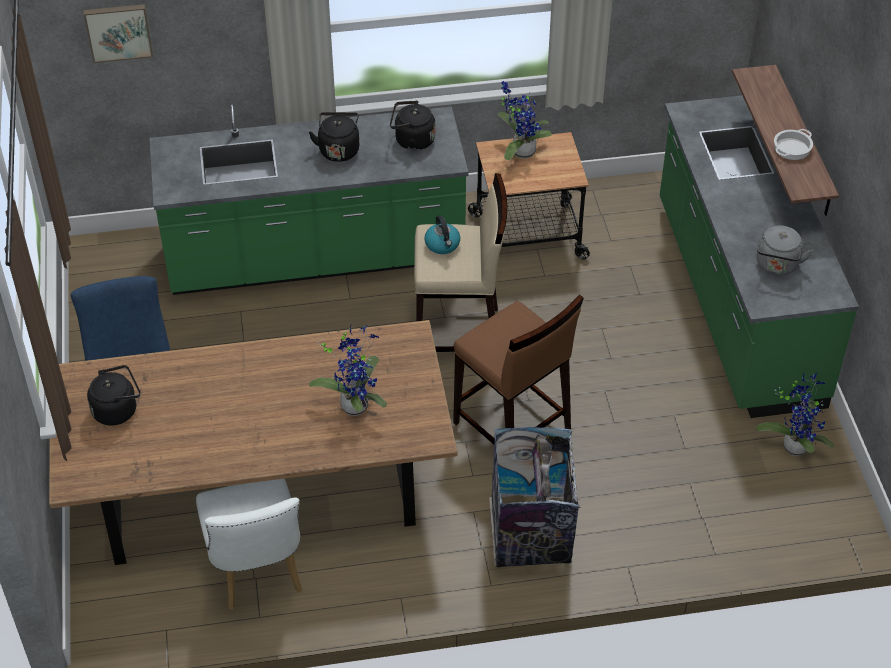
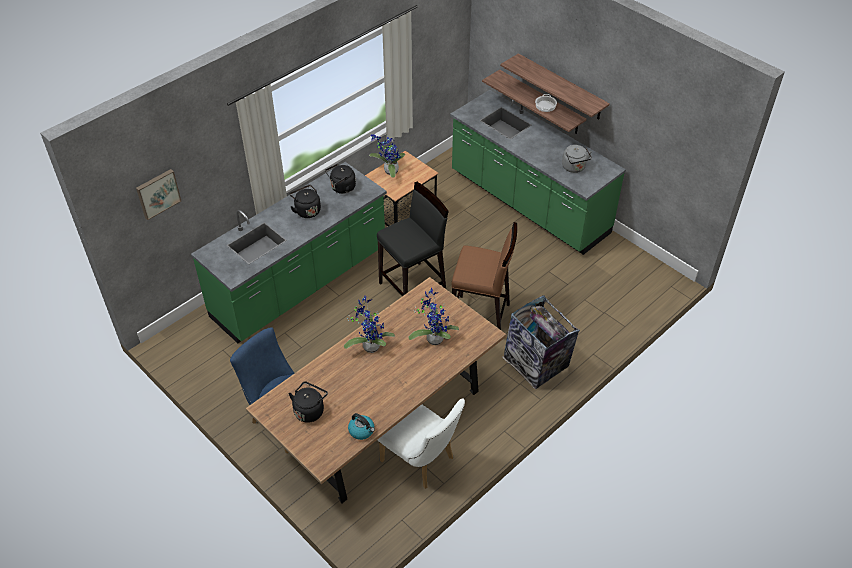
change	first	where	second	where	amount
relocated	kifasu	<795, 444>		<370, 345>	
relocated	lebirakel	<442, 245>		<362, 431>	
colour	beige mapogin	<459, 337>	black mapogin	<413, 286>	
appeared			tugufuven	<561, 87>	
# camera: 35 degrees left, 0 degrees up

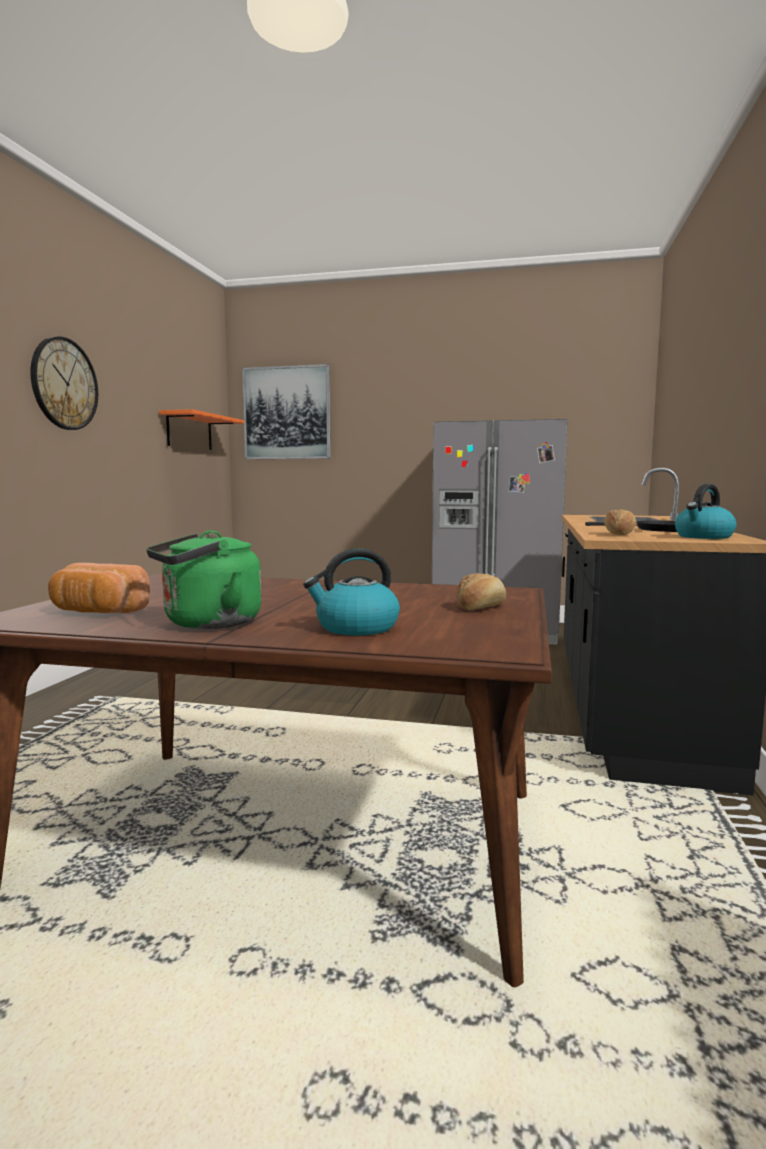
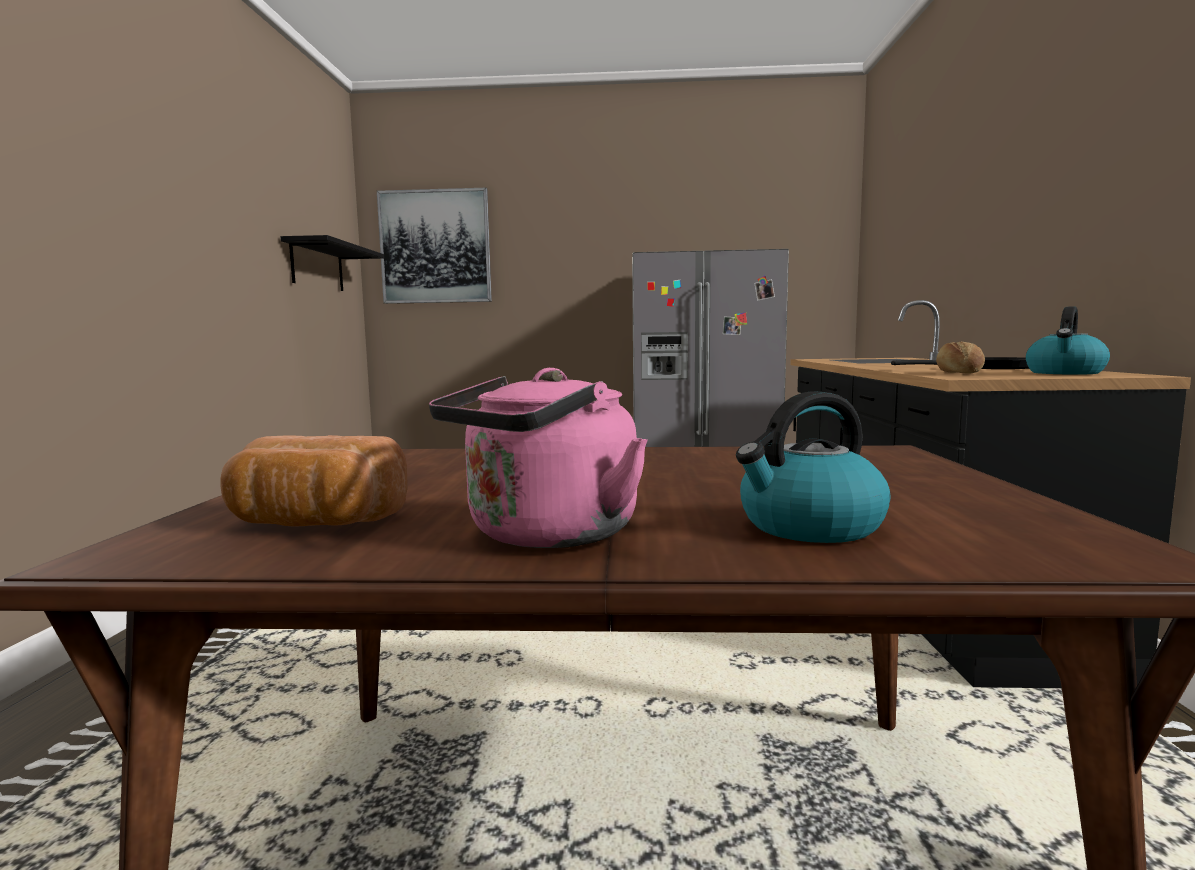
change	first	where	second	where	amount
colour	orange tugufuven	<189, 432>	black tugufuven	<317, 267>	
colour	green lebirakel	<207, 624>	pink lebirakel	<545, 535>	
missing	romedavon	<64, 384>			
missing	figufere	<480, 607>			
# camera: 10 degrees left, 0 degrees up

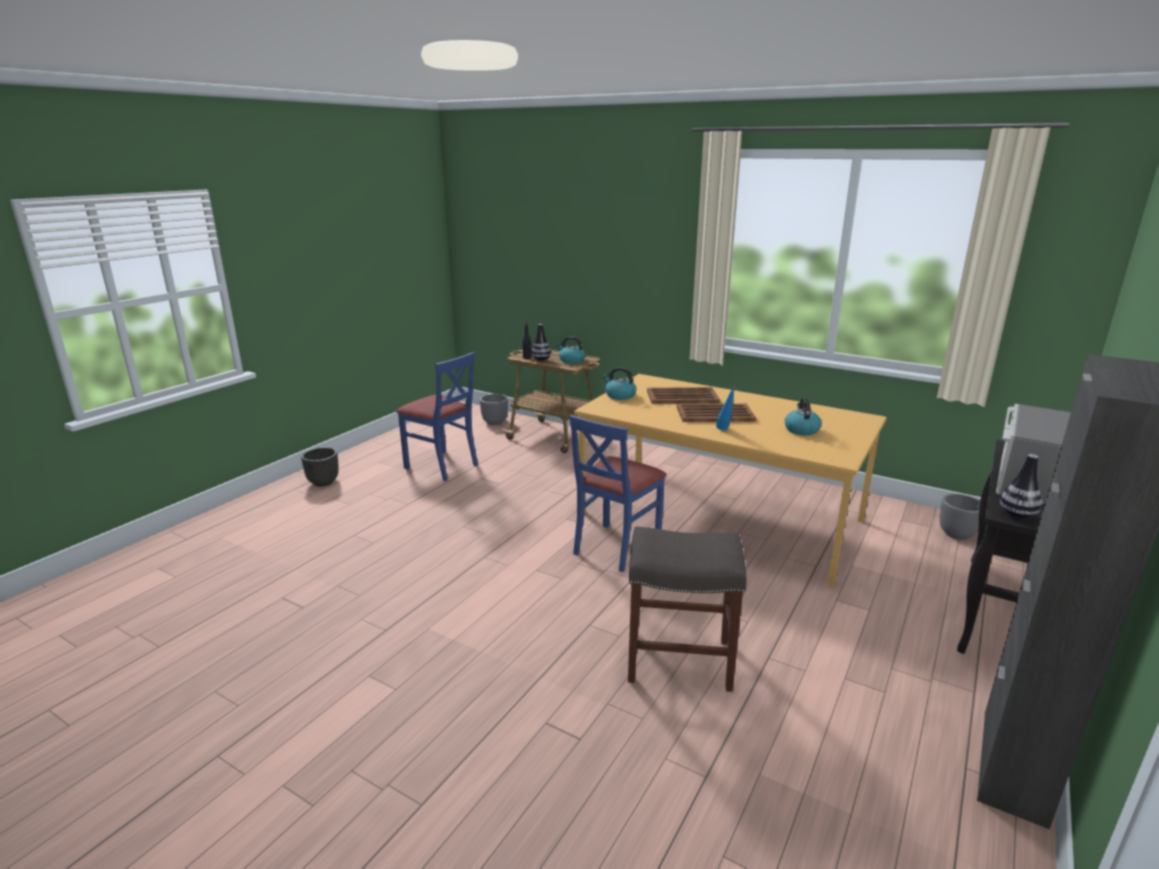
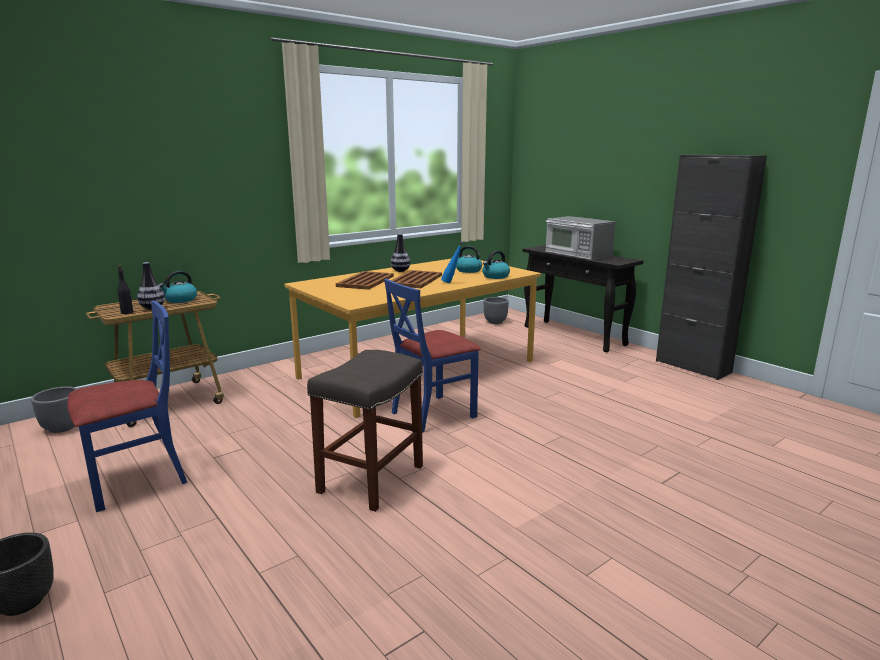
change	first	where	second	where	amount
relocated	grey mapogin	<681, 660>		<371, 478>	
spun	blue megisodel	<615, 547>		<432, 413>	90 degrees clockwise
relocated	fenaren	<1017, 515>		<400, 271>	
relocated	lebirakel	<619, 395>		<495, 276>	
# camera: 70 degrees left, 5 degrees down

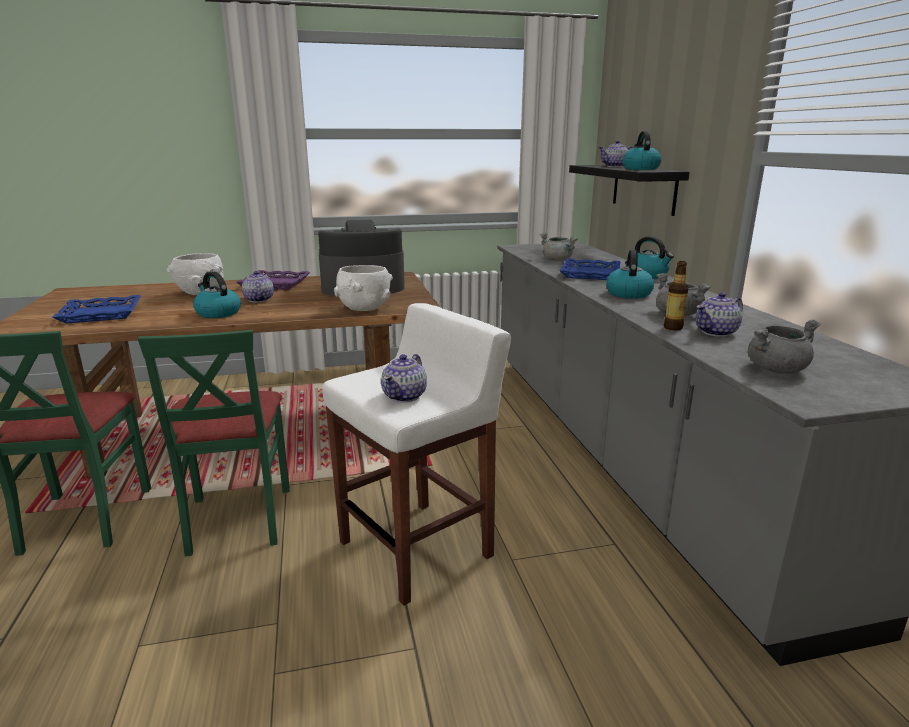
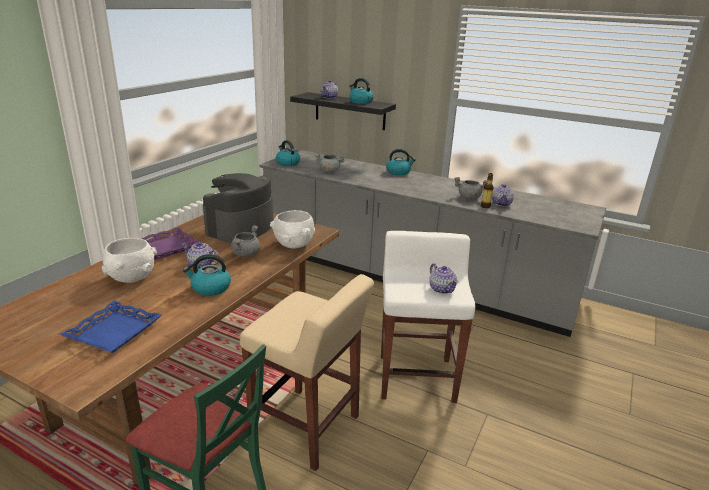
change	first	where	second	where	amount
relocated	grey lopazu	<776, 369>		<246, 254>	
exchanged	green megisodel	<237, 519>	beige mapogin	<307, 428>	
relocated	lebirakel	<628, 293>		<287, 163>	
missing	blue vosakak	<591, 274>			
# camera: 50 degrees left, 5 degrees up

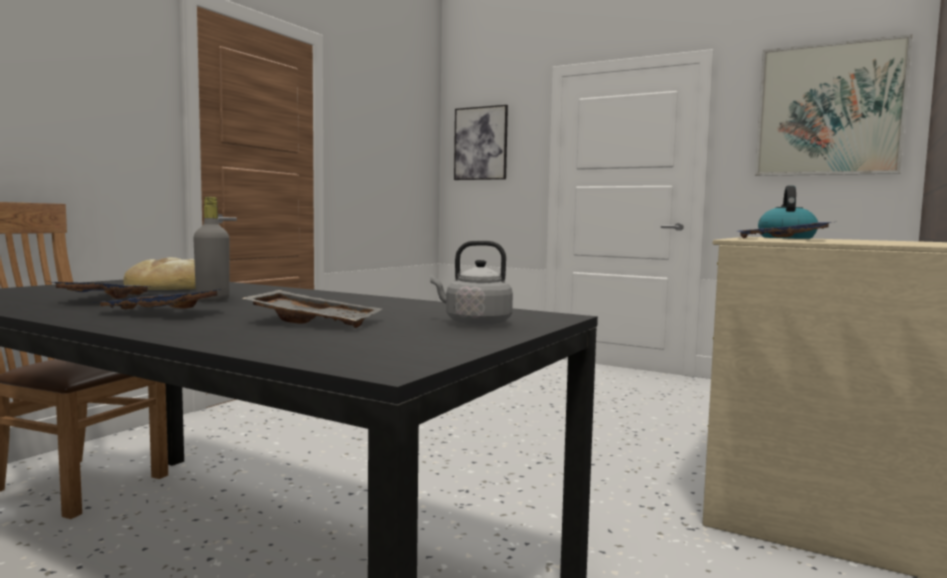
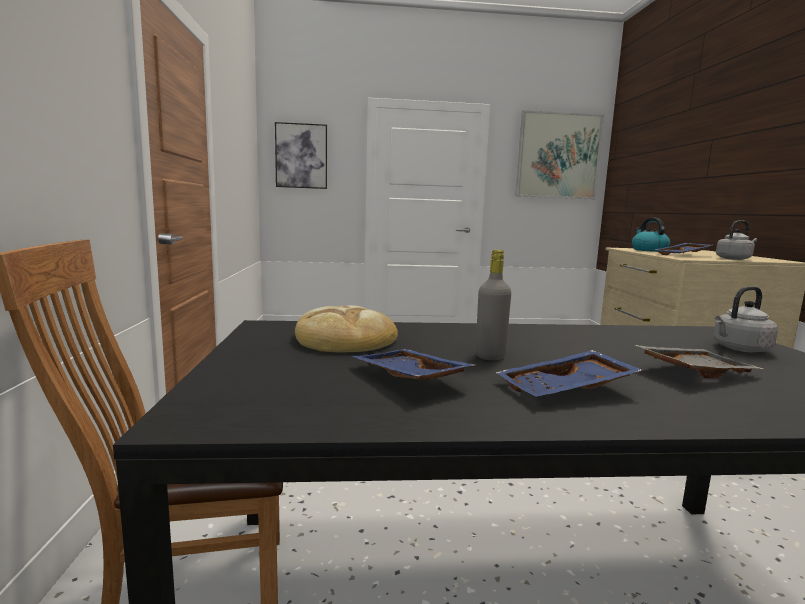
change	first	where	second	where	amount
appeared			grey lebirakel	<734, 259>	
# camera: 35 degrees left, 5 degrees up

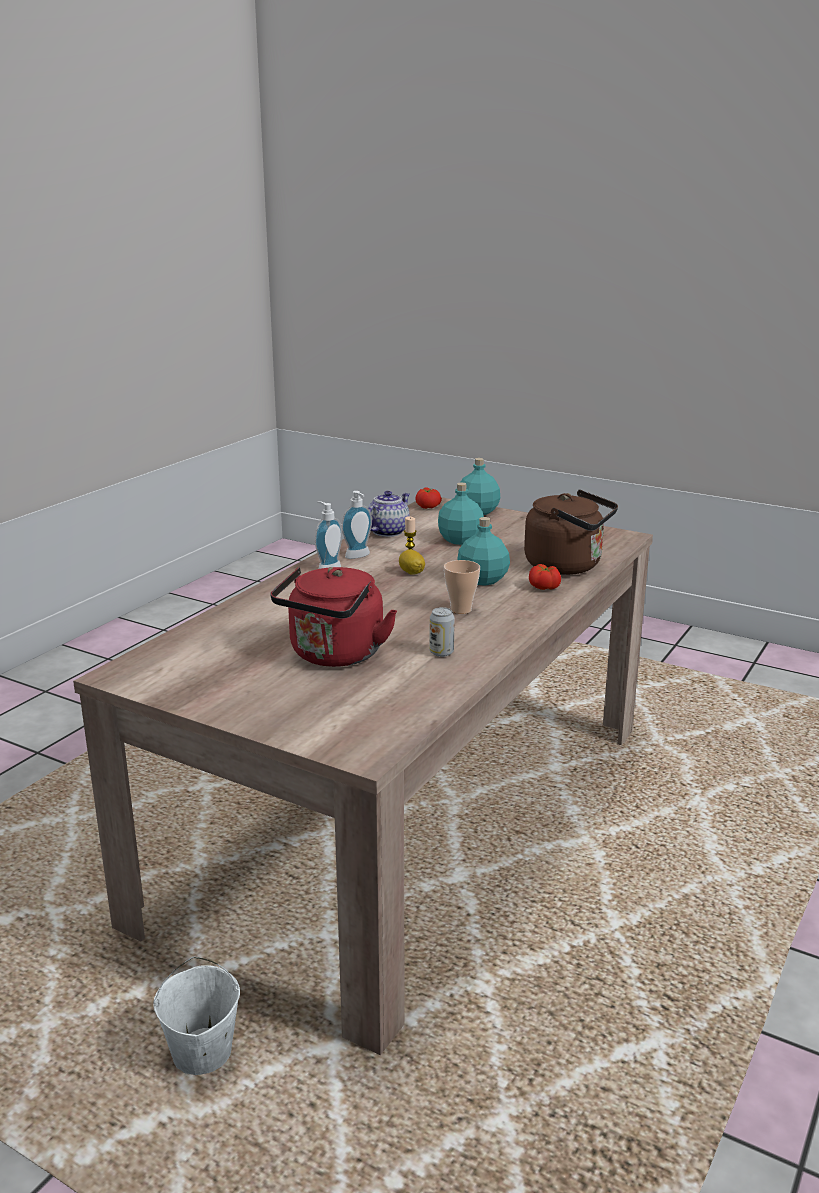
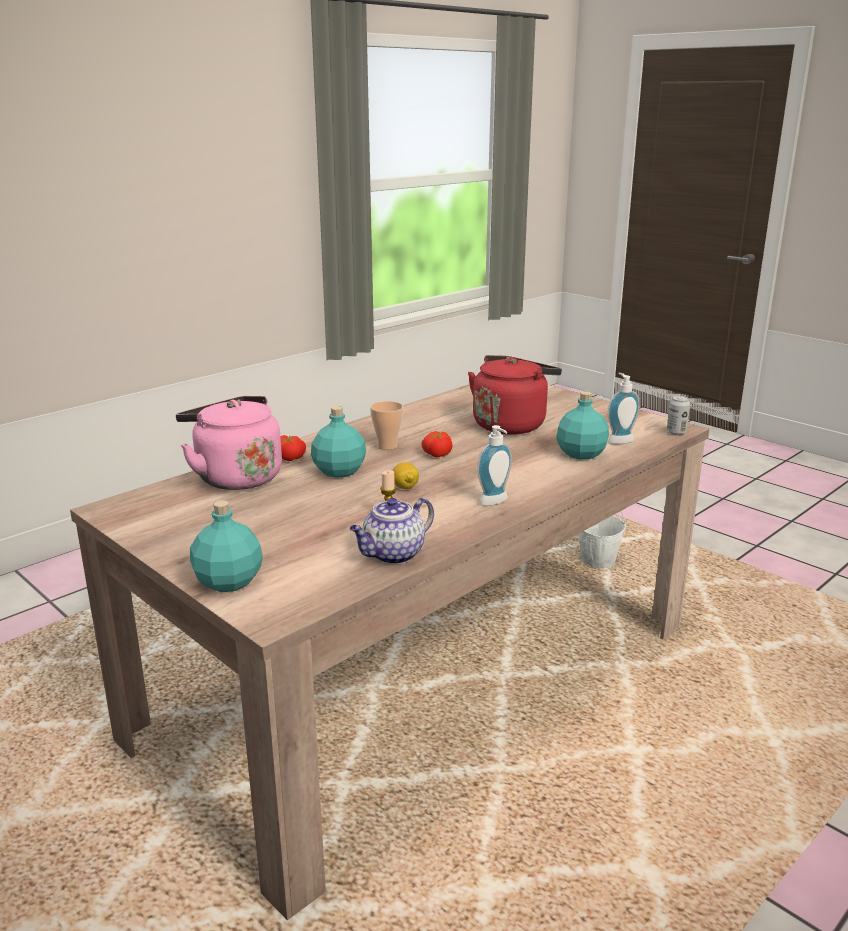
change	first	where	second	where	amount
colour	brown lebirakel	<568, 566>	pink lebirakel	<235, 477>	
relocated	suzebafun	<428, 506>		<436, 454>	
relocated	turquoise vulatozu	<460, 540>		<581, 454>	
relocated	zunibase	<359, 556>		<618, 440>	
relocated	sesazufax	<441, 652>		<676, 432>	
# camera: 165 degrees left, 0 degrees up

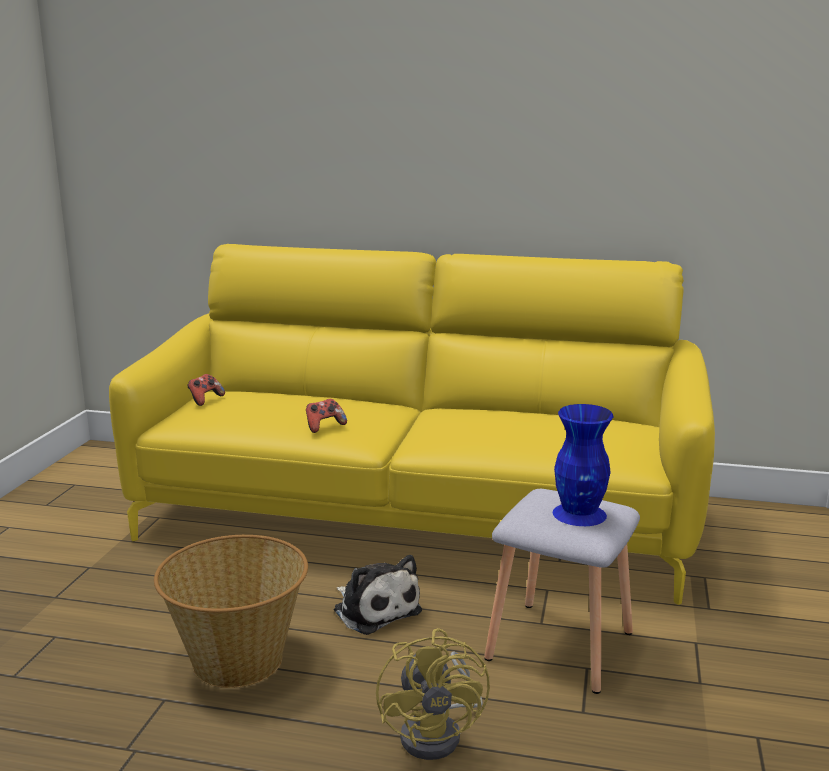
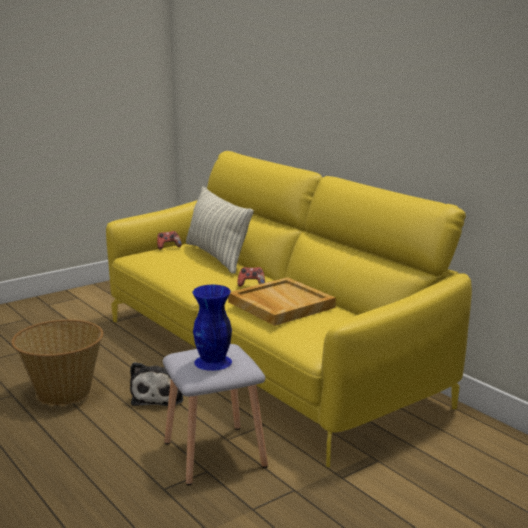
change	first	where	second	where	amount
appeared			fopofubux	<216, 256>	
appeared			beige vosakak	<280, 305>	
relocated	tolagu	<324, 426>		<251, 285>	
missing	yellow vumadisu	<439, 733>			
# camera: 40 degrees right, 0 degrees up

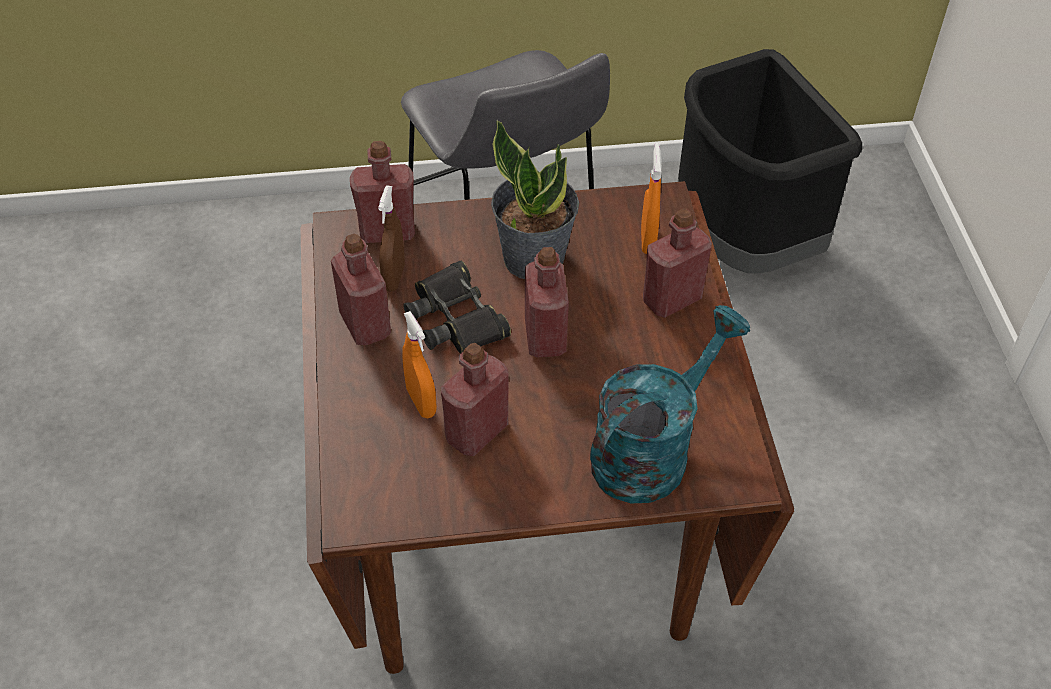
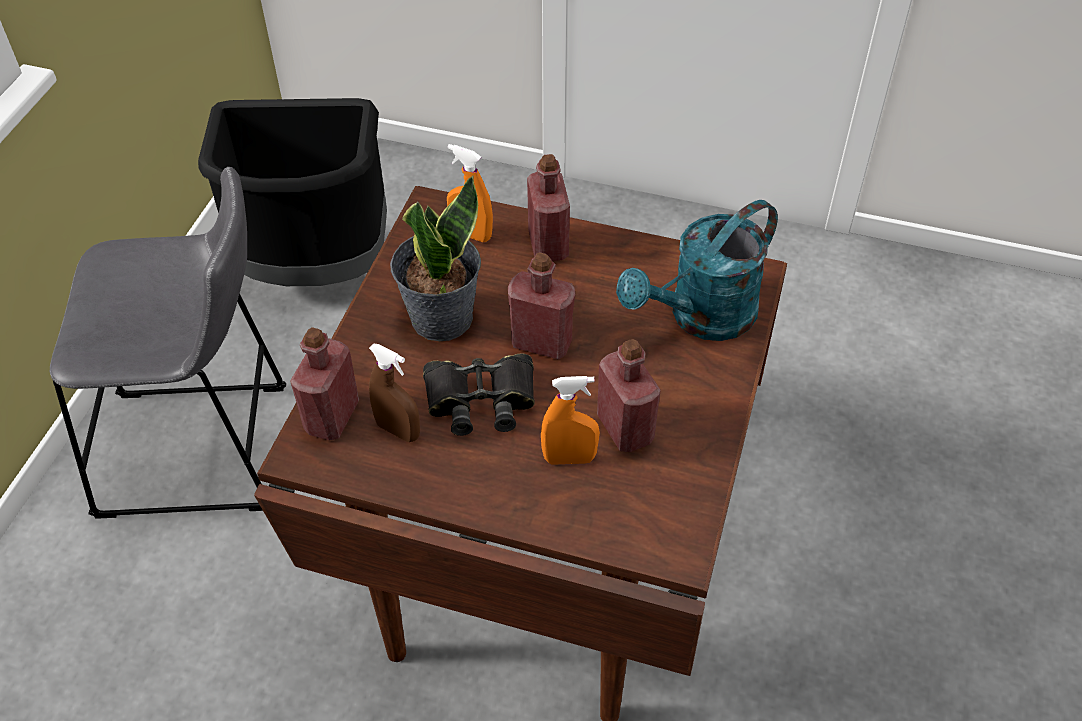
change	first	where	second	where	amount
spun	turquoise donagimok	<651, 449>		<701, 318>	105 degrees counterclockwise
missing	red vulatozu	<365, 324>			
# camera: 65 degrees left, 0 degrees up

